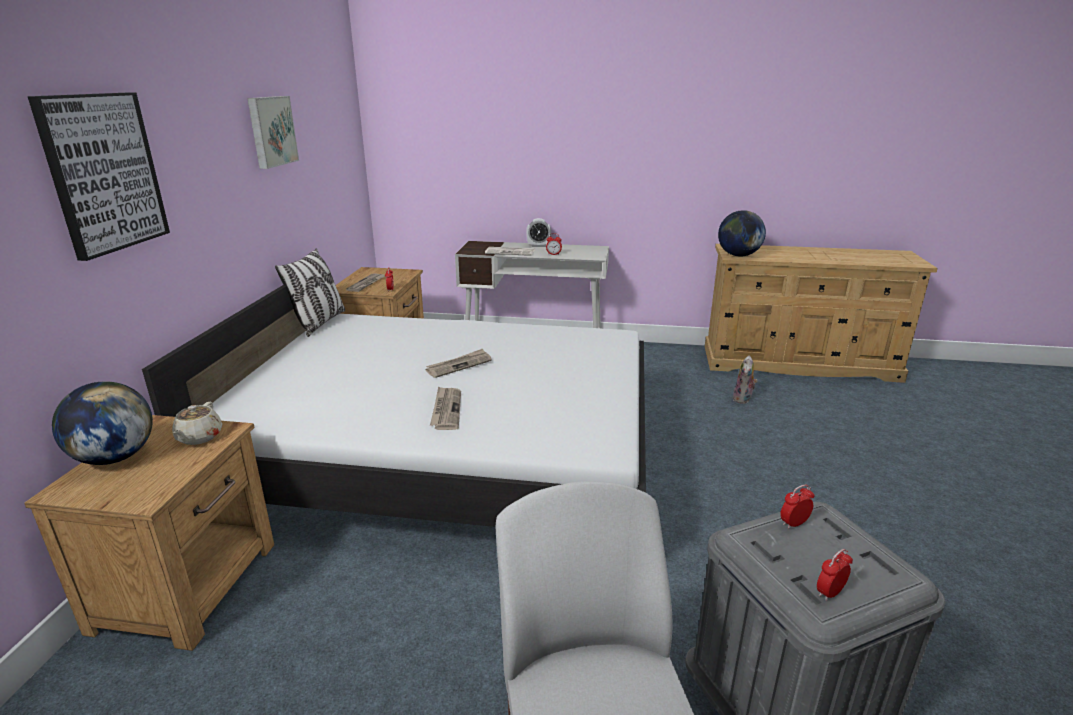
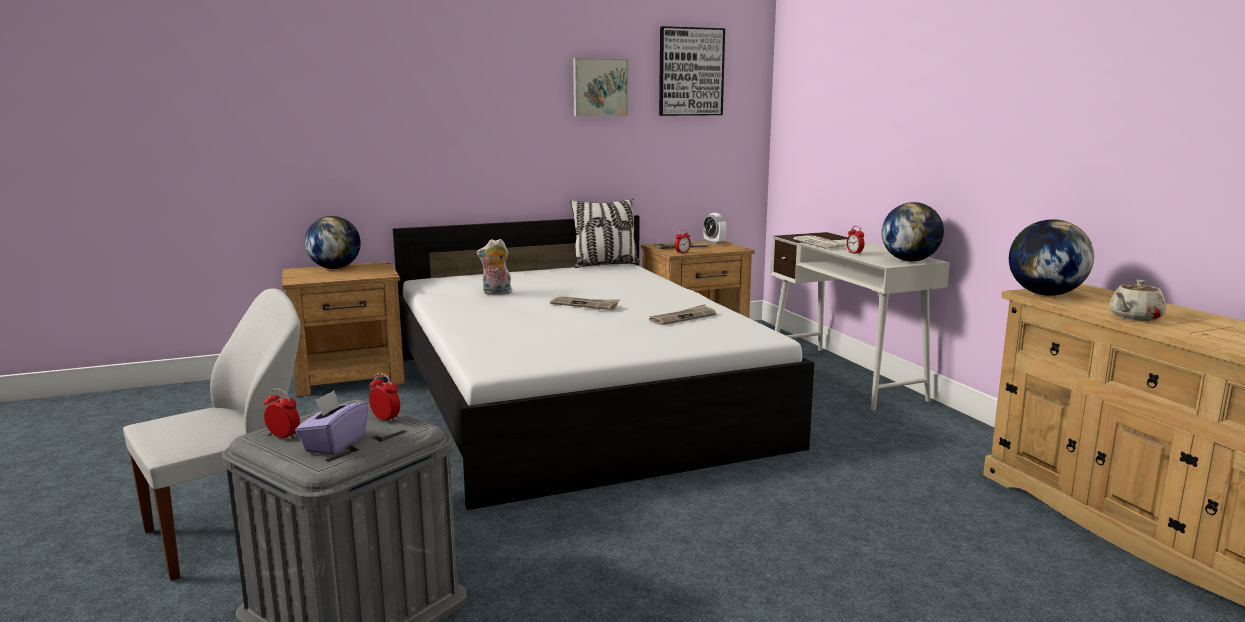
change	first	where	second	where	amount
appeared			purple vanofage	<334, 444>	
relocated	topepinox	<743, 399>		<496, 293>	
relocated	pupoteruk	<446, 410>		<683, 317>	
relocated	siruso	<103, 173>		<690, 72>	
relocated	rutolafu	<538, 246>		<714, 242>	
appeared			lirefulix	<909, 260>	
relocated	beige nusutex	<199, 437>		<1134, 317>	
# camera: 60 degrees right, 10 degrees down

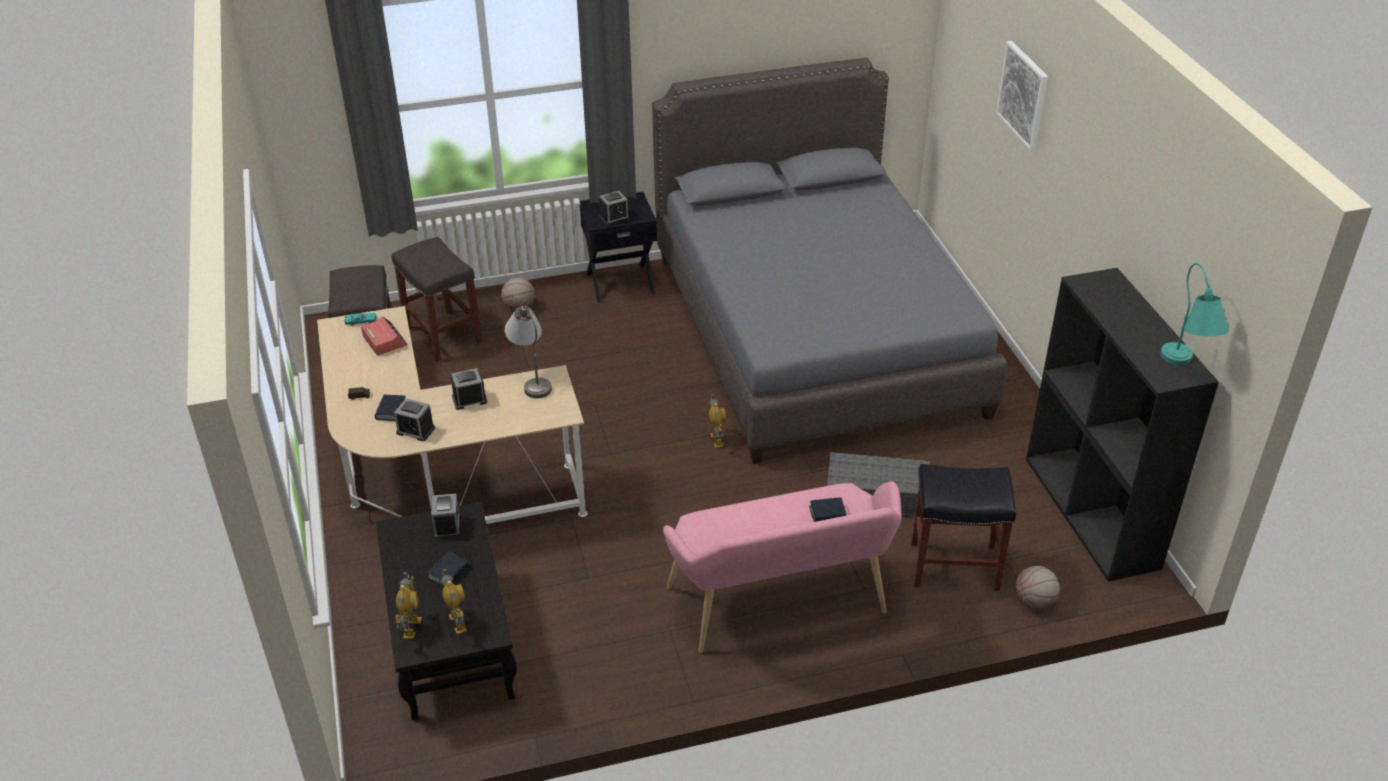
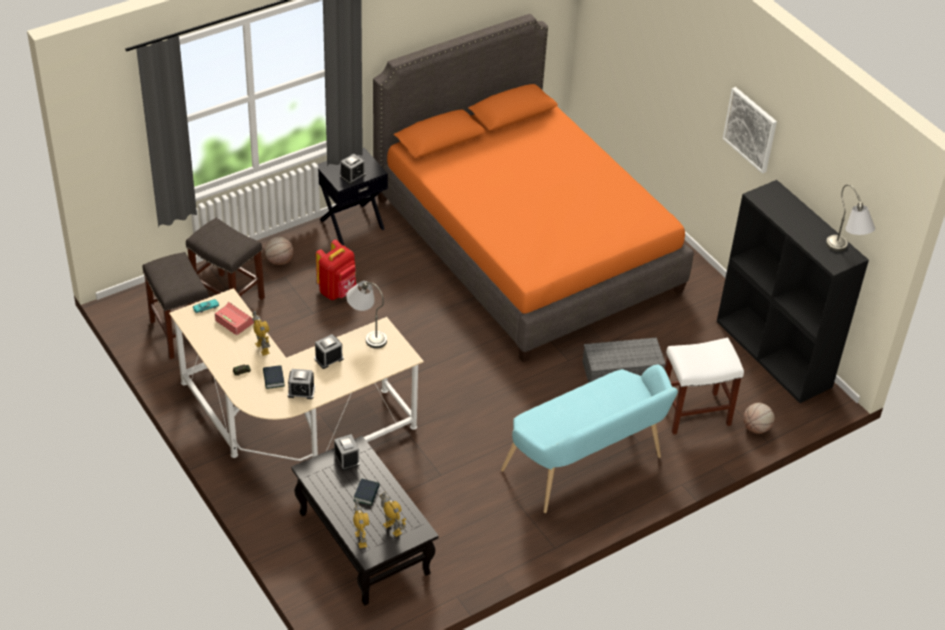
change	first	where	second	where	amount
relocated	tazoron	<717, 440>		<262, 348>	
appeared			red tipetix	<338, 291>	
colour	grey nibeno	<814, 334>	orange nibeno	<525, 244>	
colour	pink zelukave	<782, 606>	turquoise zelukave	<587, 467>	
colour	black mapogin	<953, 566>	white mapogin	<693, 413>	
relocated	siruso	<1023, 95>		<750, 129>	
colour	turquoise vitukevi	<1185, 368>	grey vitukevi	<845, 253>	
missing	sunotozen	<827, 513>			
# camera: 20 degrees left, 5 degrees up

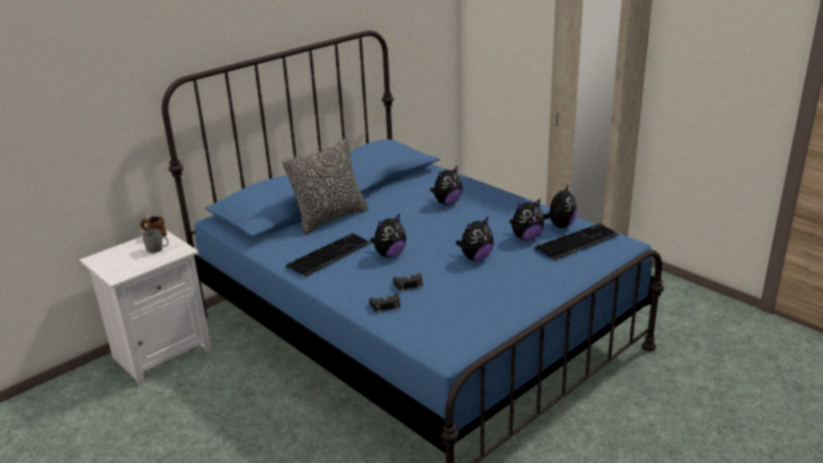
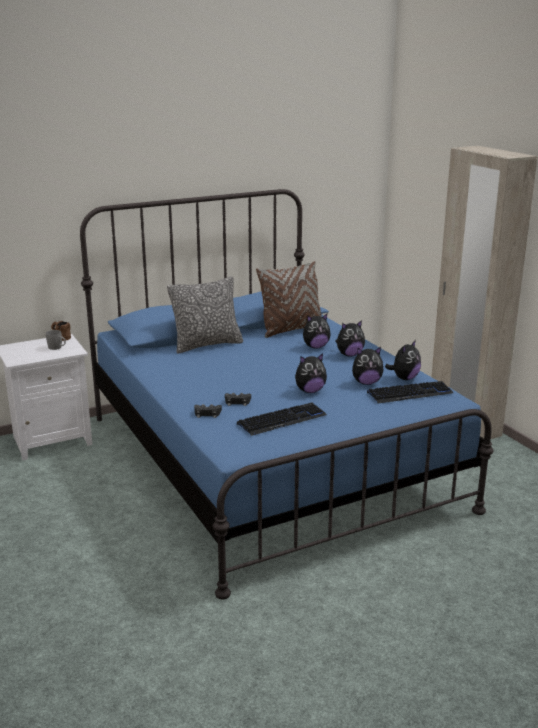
change	first	where	second	where	amount
relocated	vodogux	<329, 256>		<282, 420>	
appeared			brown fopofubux	<291, 329>	
relocated	topepinox	<389, 254>		<349, 354>	
# camera: 15 degrees right, 5 degrees down

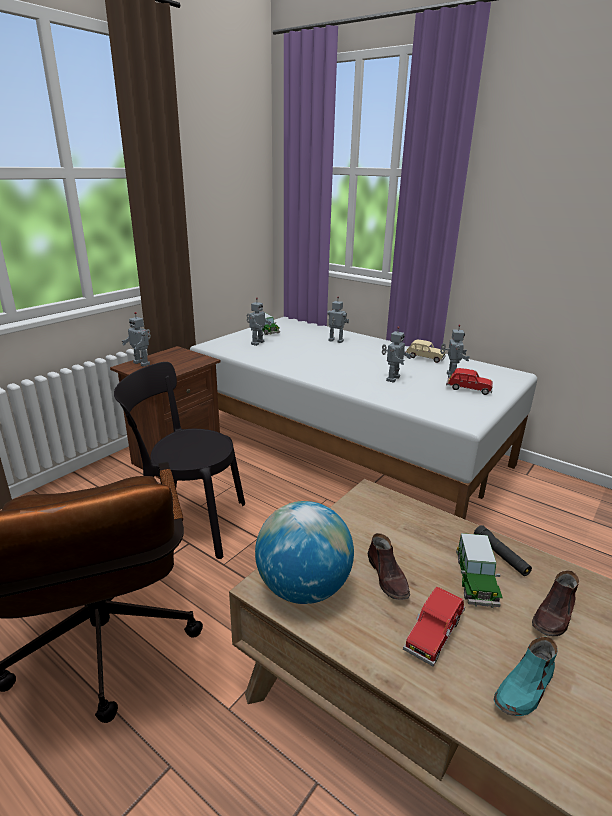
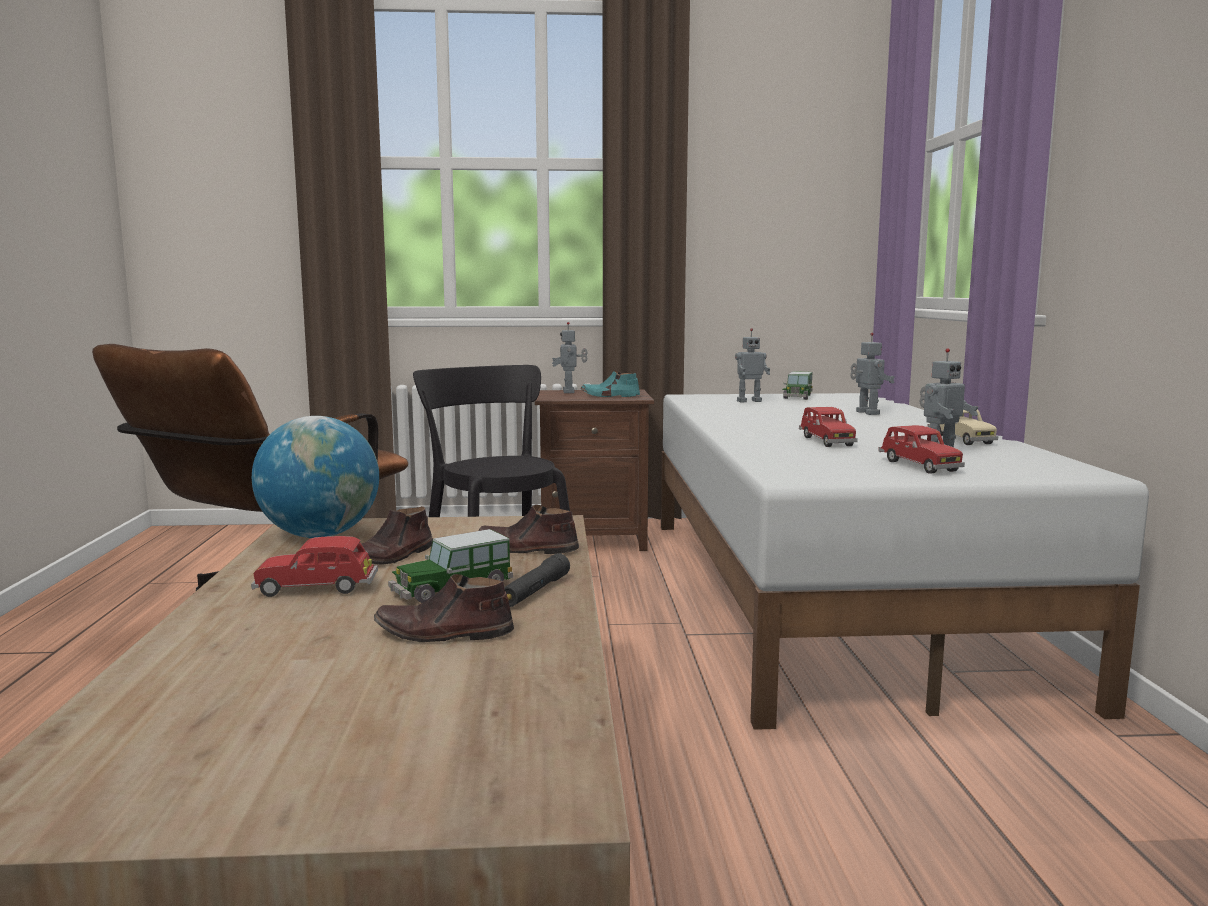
change	first	where	second	where	amount
appeared			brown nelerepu	<526, 549>	
relocated	turquoise nelerepu	<525, 688>		<610, 396>	
exchanged	tazoron	<392, 378>	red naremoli	<826, 441>	
# camera: 50 degrees right, 15 degrees down

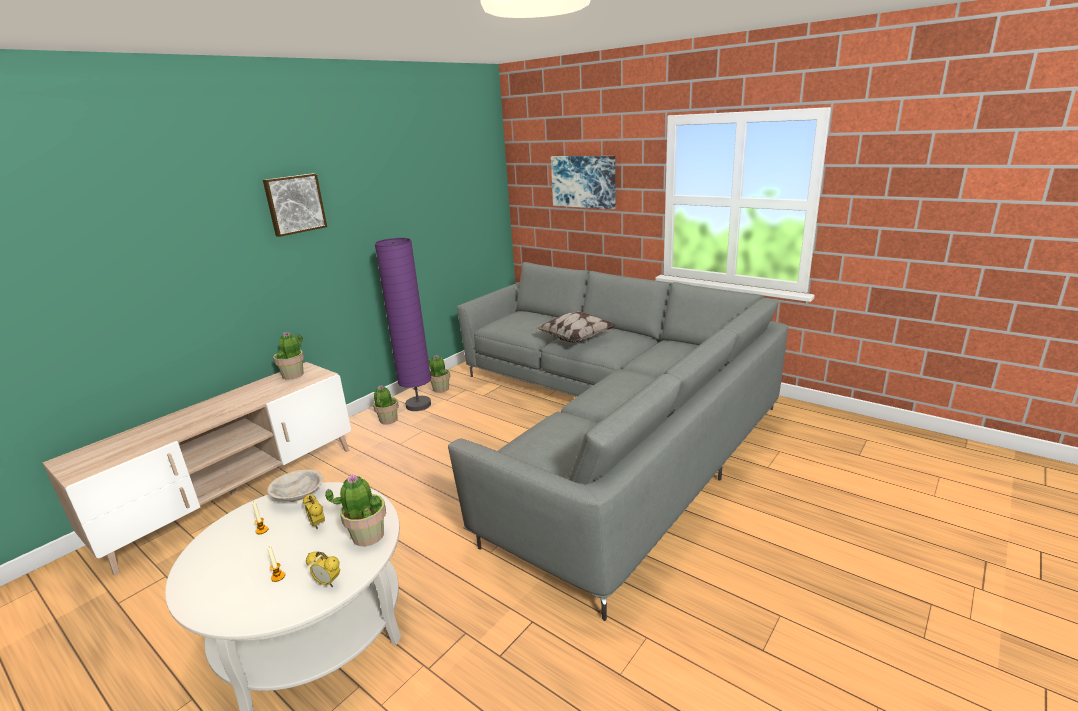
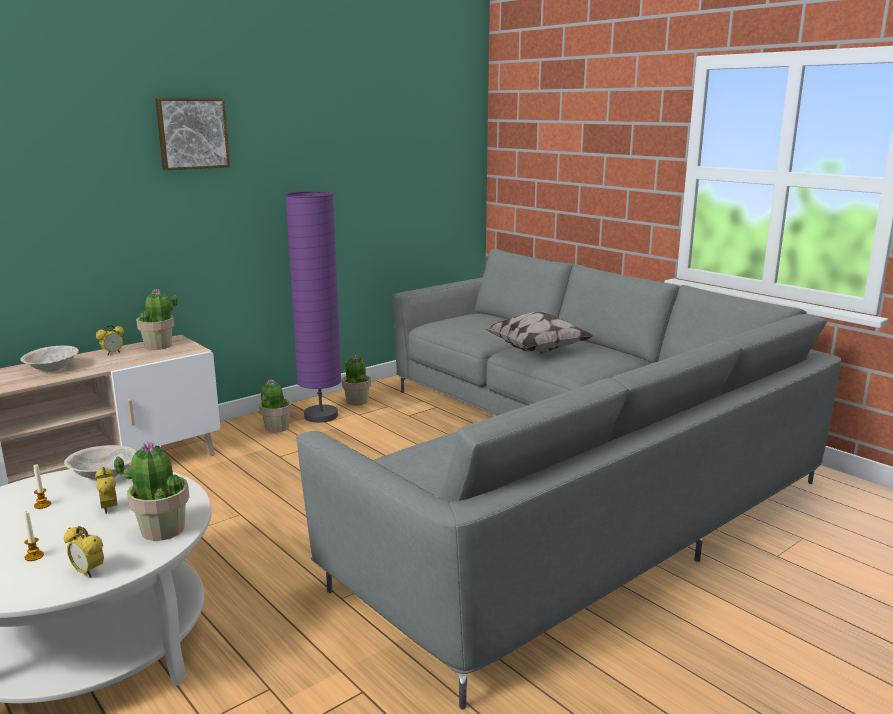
change	first	where	second	where	amount
appeared			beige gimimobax	<52, 369>	
appeared			rutolafu	<112, 353>	
missing	siruso	<584, 181>			
# camera: 10 degrees right, 5 degrees down

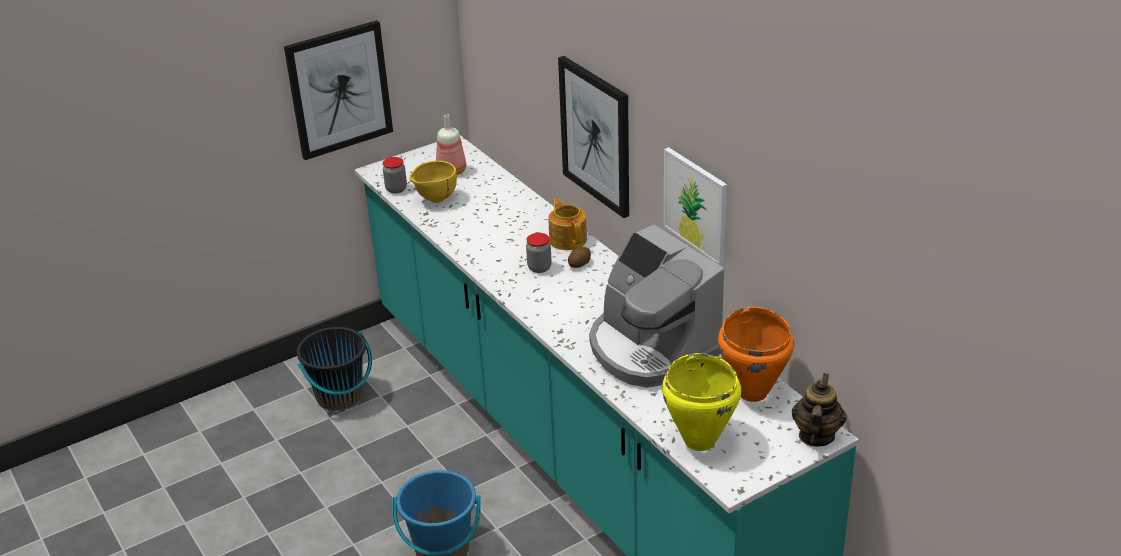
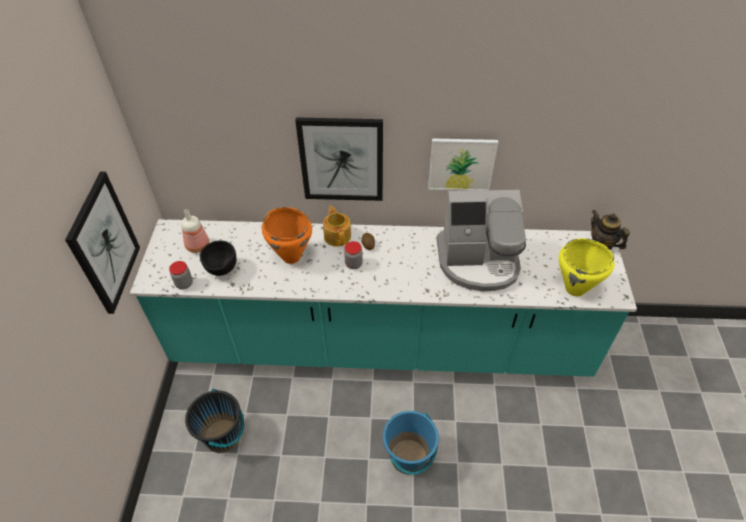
change	first	where	second	where	amount
colour	yellow gimimobax	<435, 200>	black gimimobax	<222, 271>	
relocated	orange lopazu	<753, 392>		<291, 256>	
spun	nusutex	<568, 239>		<337, 236>	60 degrees clockwise
# camera: 55 degrees left, 15 degrees up

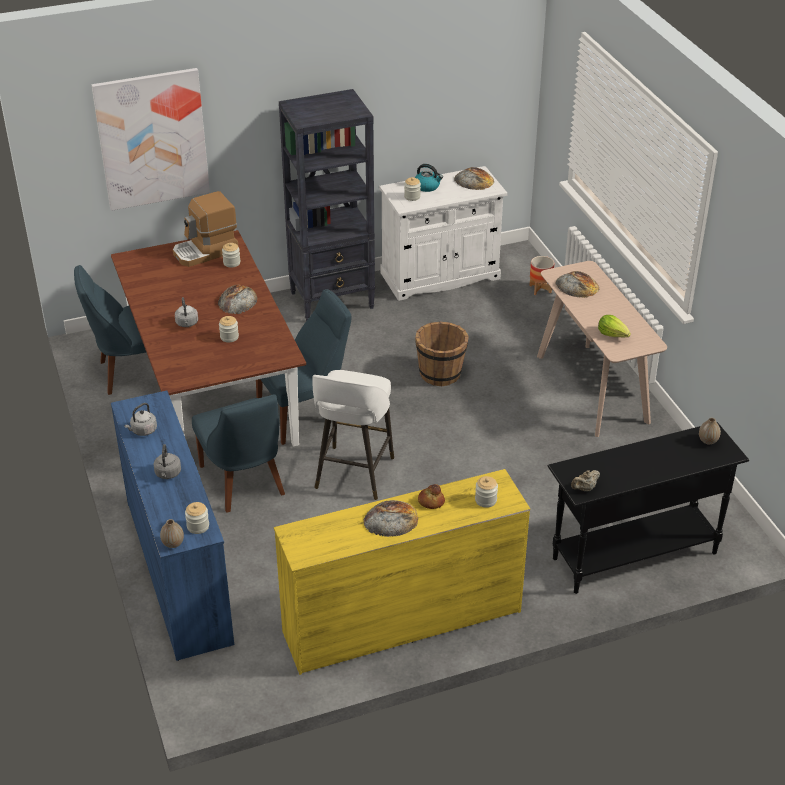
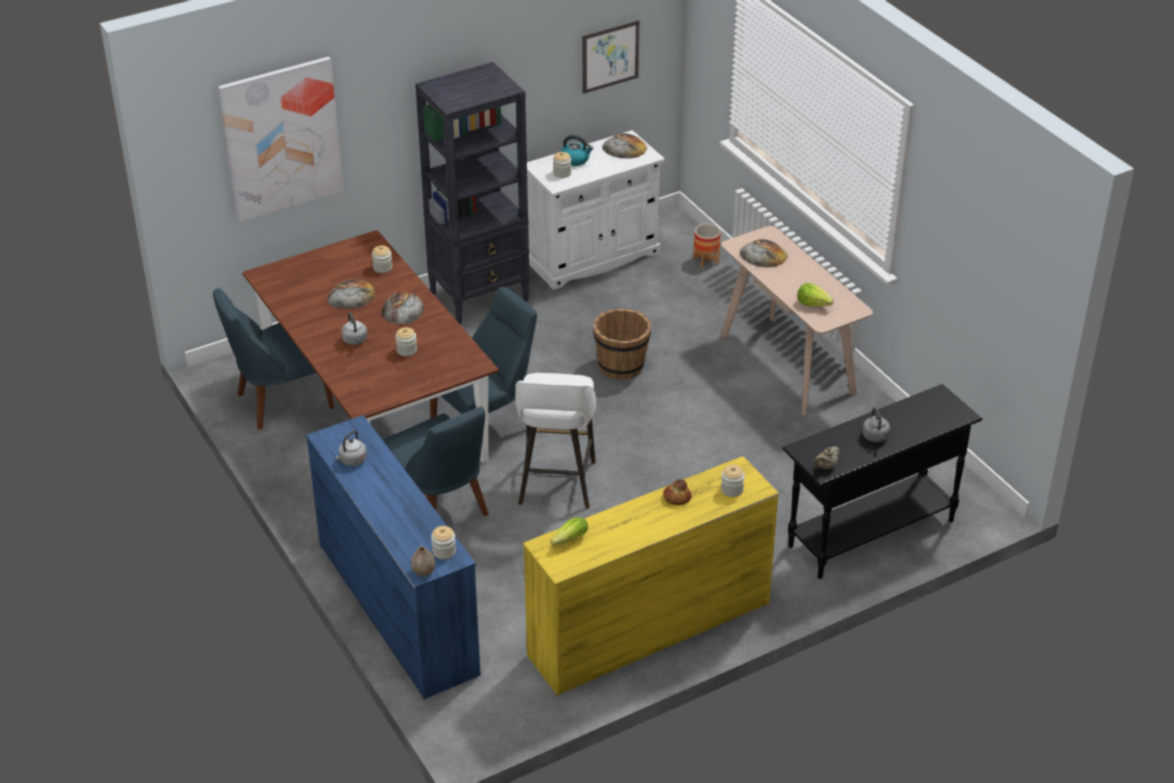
change	first	where	second	where	amount
relocated	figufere	<391, 519>		<351, 296>	
appeared			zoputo	<568, 540>	
appeared			siruso	<610, 56>	
relocated	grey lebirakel	<168, 474>		<875, 437>	
missing	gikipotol	<206, 251>			
missing	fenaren	<708, 441>			
# camera: 10 degrees left, 0 degrees up

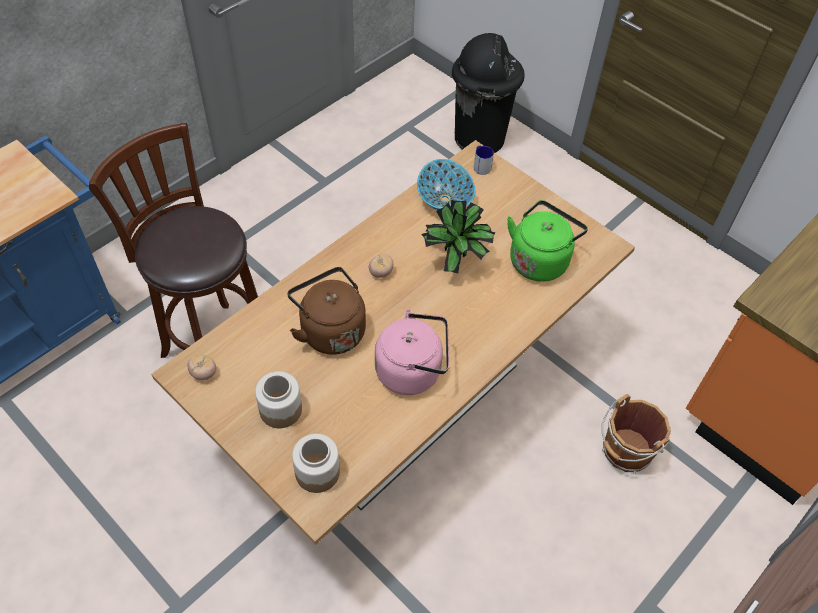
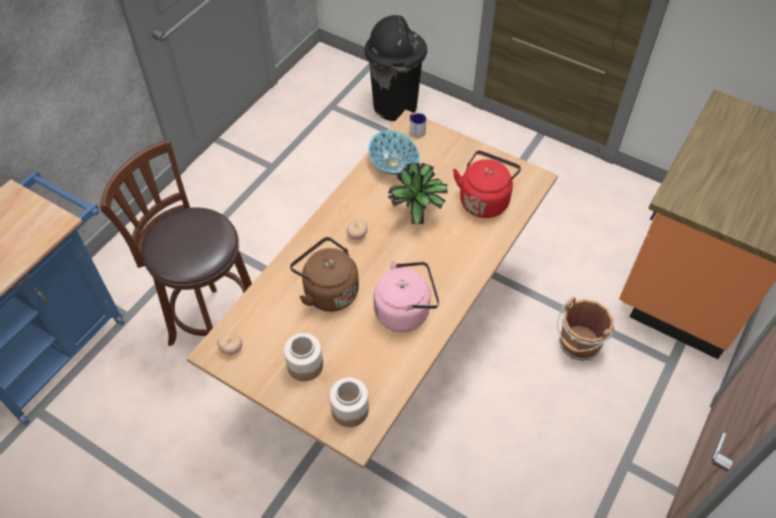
change	first	where	second	where	amount
colour	green lebirakel	<540, 260>	red lebirakel	<484, 200>	
# camera: 10 degrees left, 0 degrees up

